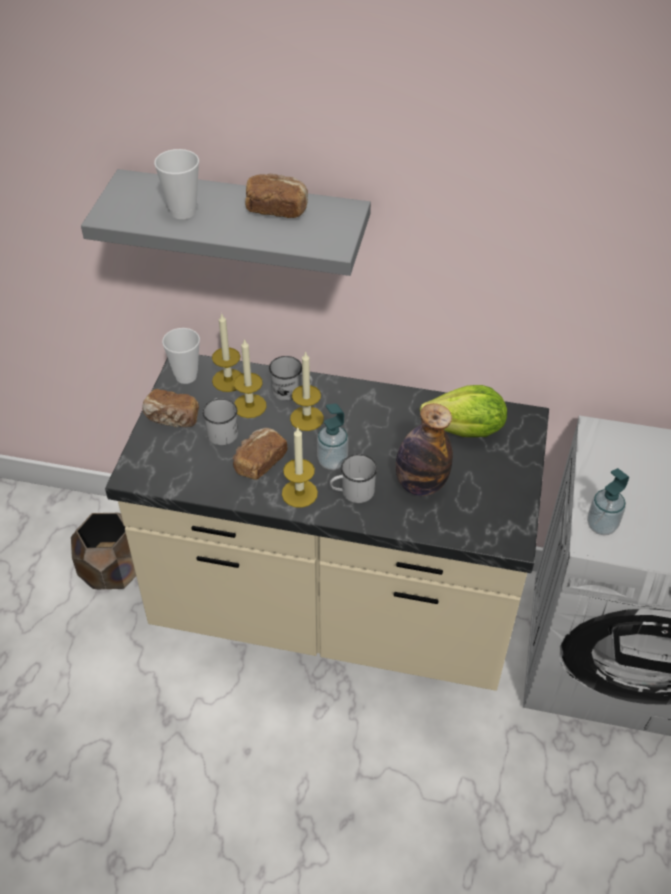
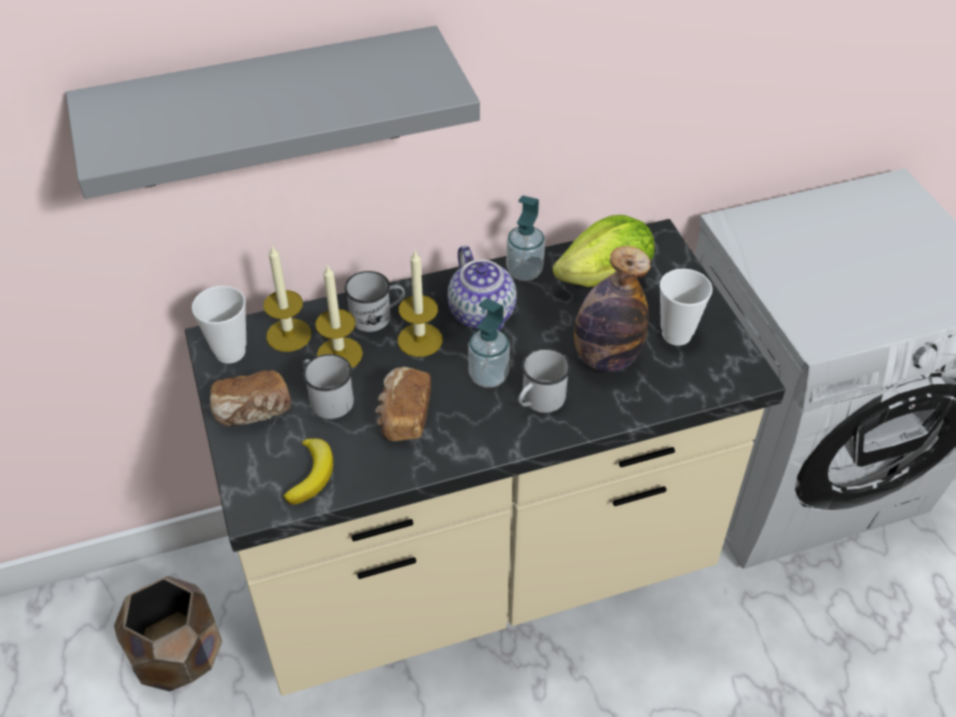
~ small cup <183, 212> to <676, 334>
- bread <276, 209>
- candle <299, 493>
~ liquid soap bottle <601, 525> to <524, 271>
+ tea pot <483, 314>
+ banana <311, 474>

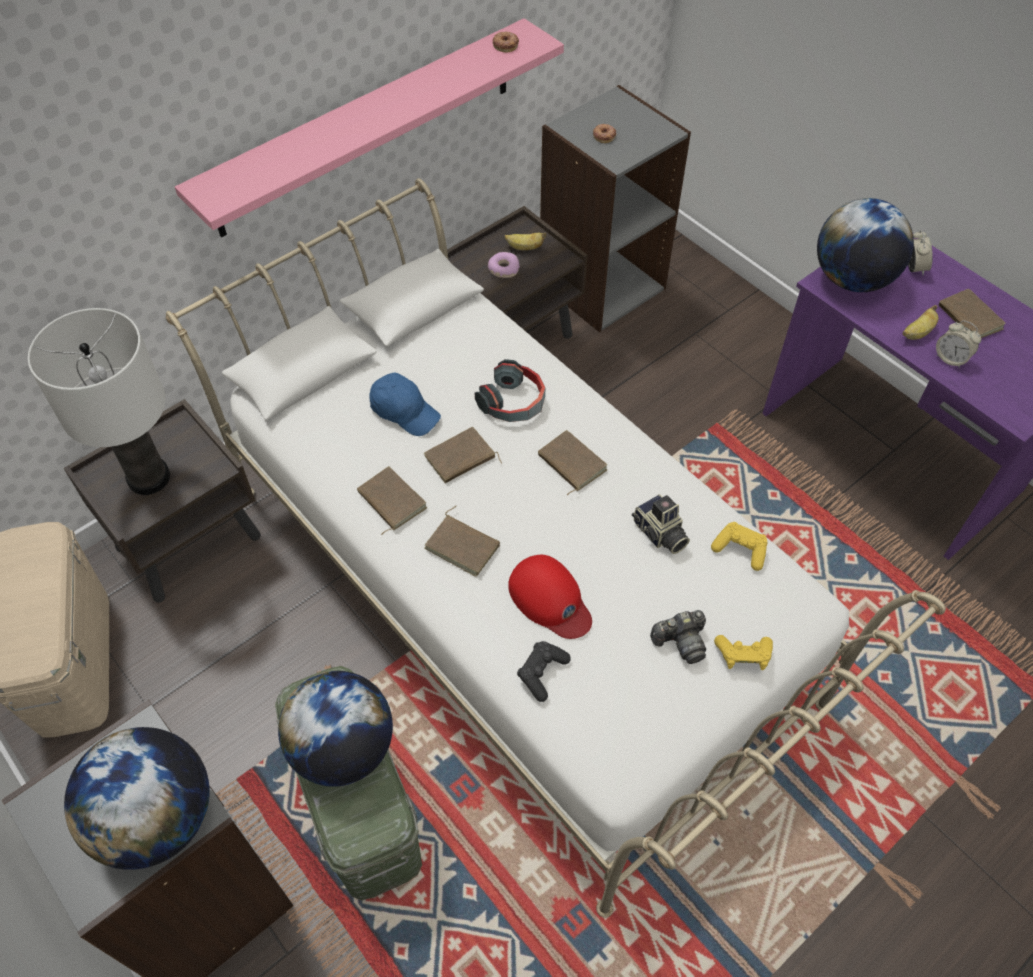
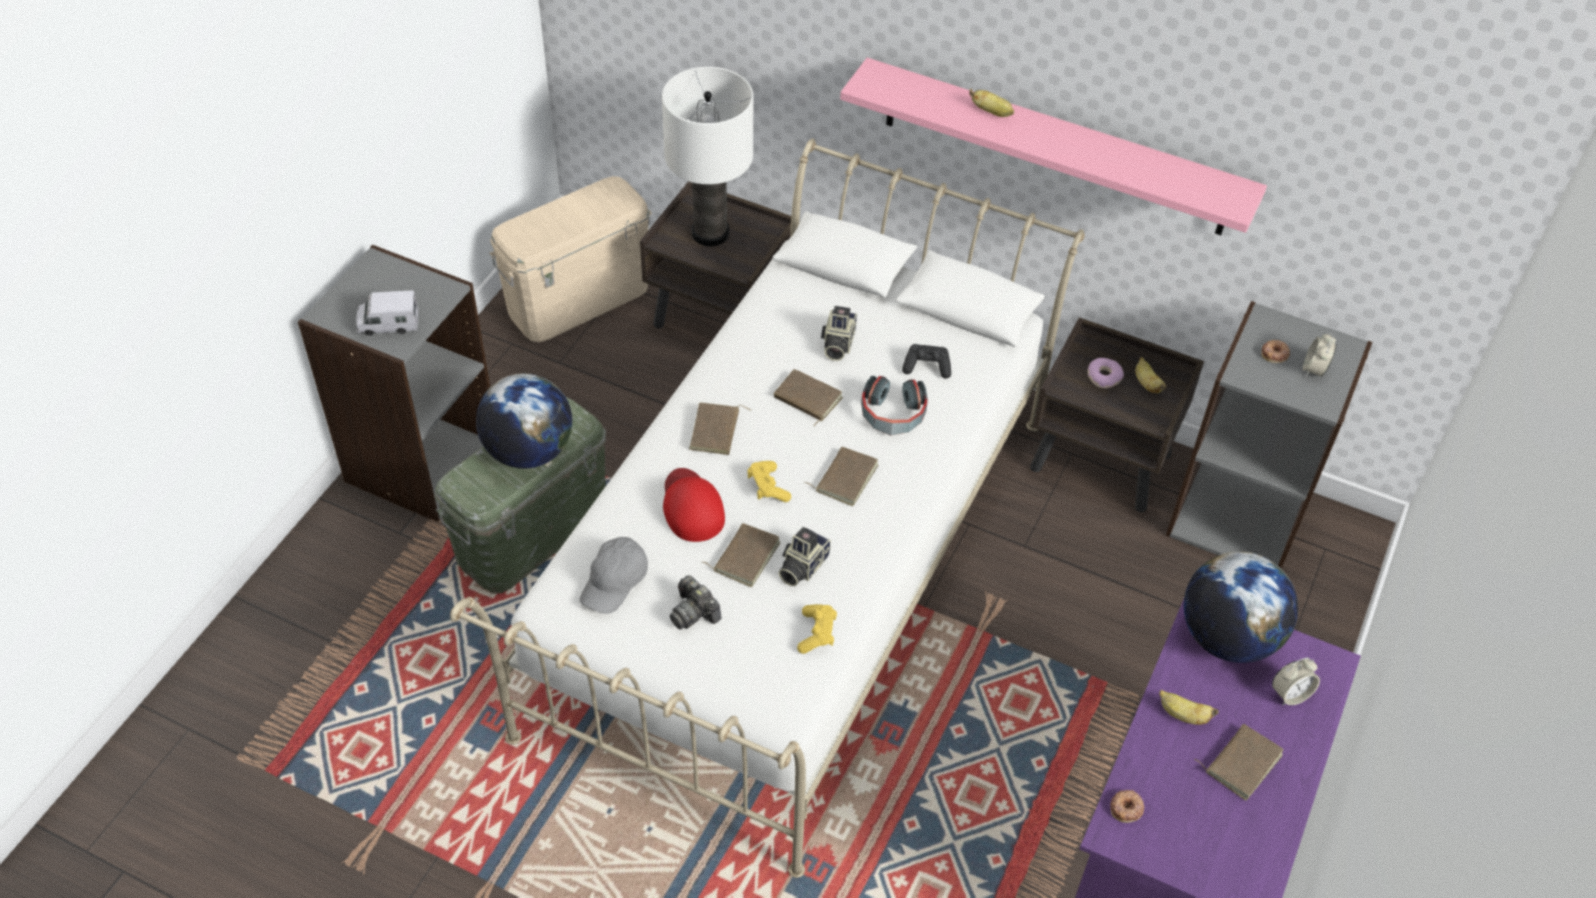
~ ring doughnut <505, 44> to <1126, 808>
~ alarm clock <951, 358> to <1314, 369>
~ blue-coloured peaked cap <404, 411> to still camera <837, 344>
~ brownish book <390, 501> to <745, 556>
~ reddish peaked cap <550, 599> = <691, 507> 135 degrees clockwise
~ yellowish joypad <743, 656> to <768, 487>
~ black joypad <542, 673> to <927, 367>
~ world globe <157, 817> to toy truck <388, 324>
+ banana <992, 112>
+ gray peaked cap <615, 582>

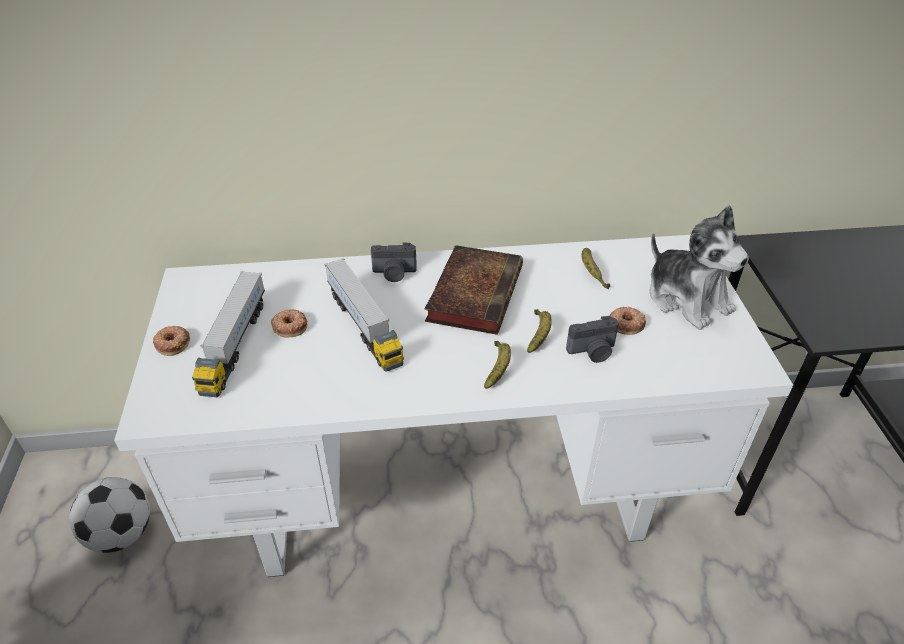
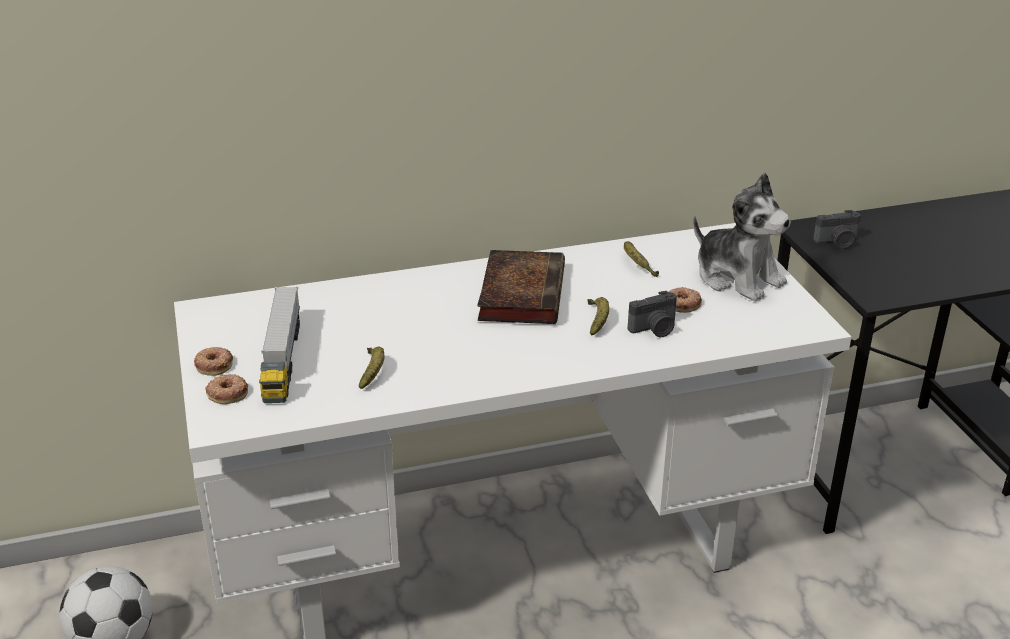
~ still camera <394, 273> to <837, 242>
- toy truck <364, 326>
~ ring doughnut <290, 326> to <227, 393>
~ banana <498, 368> to <373, 372>

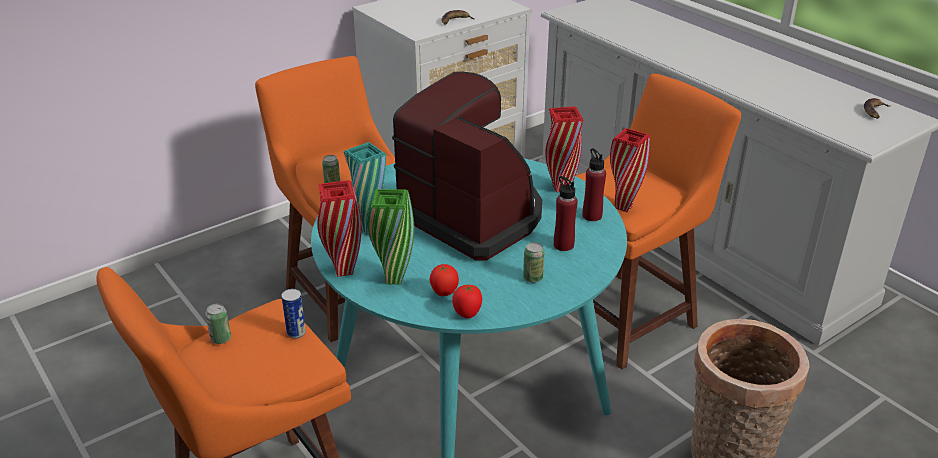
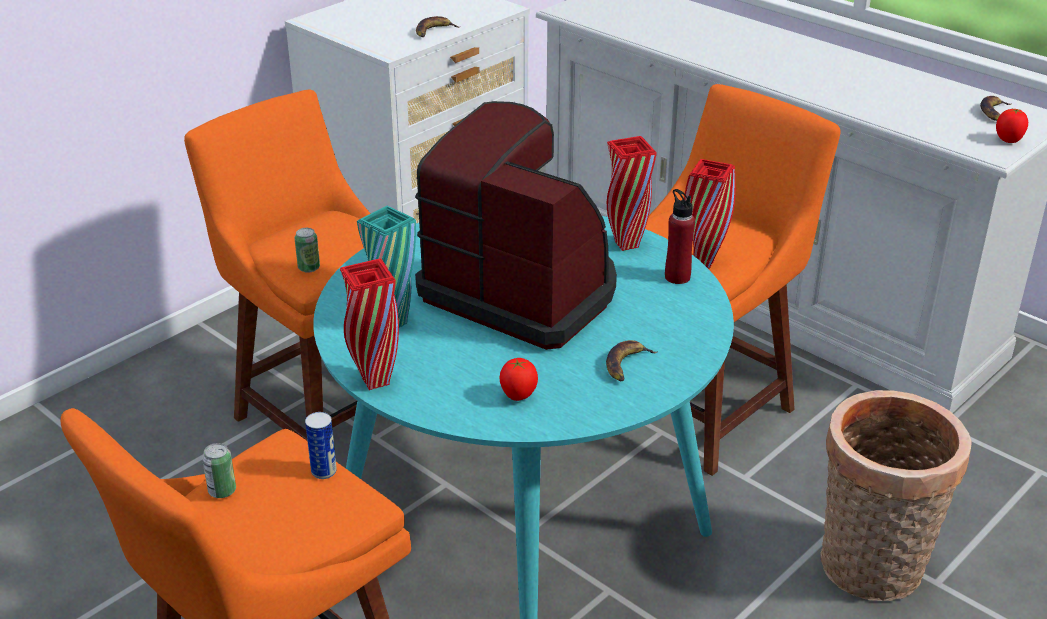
- reddish beverage bottle <563, 245>
- greenish decorative vase <394, 279>
~ metal can <533, 278> to banana <626, 364>
~ whole tomato <467, 314> to <1008, 141>

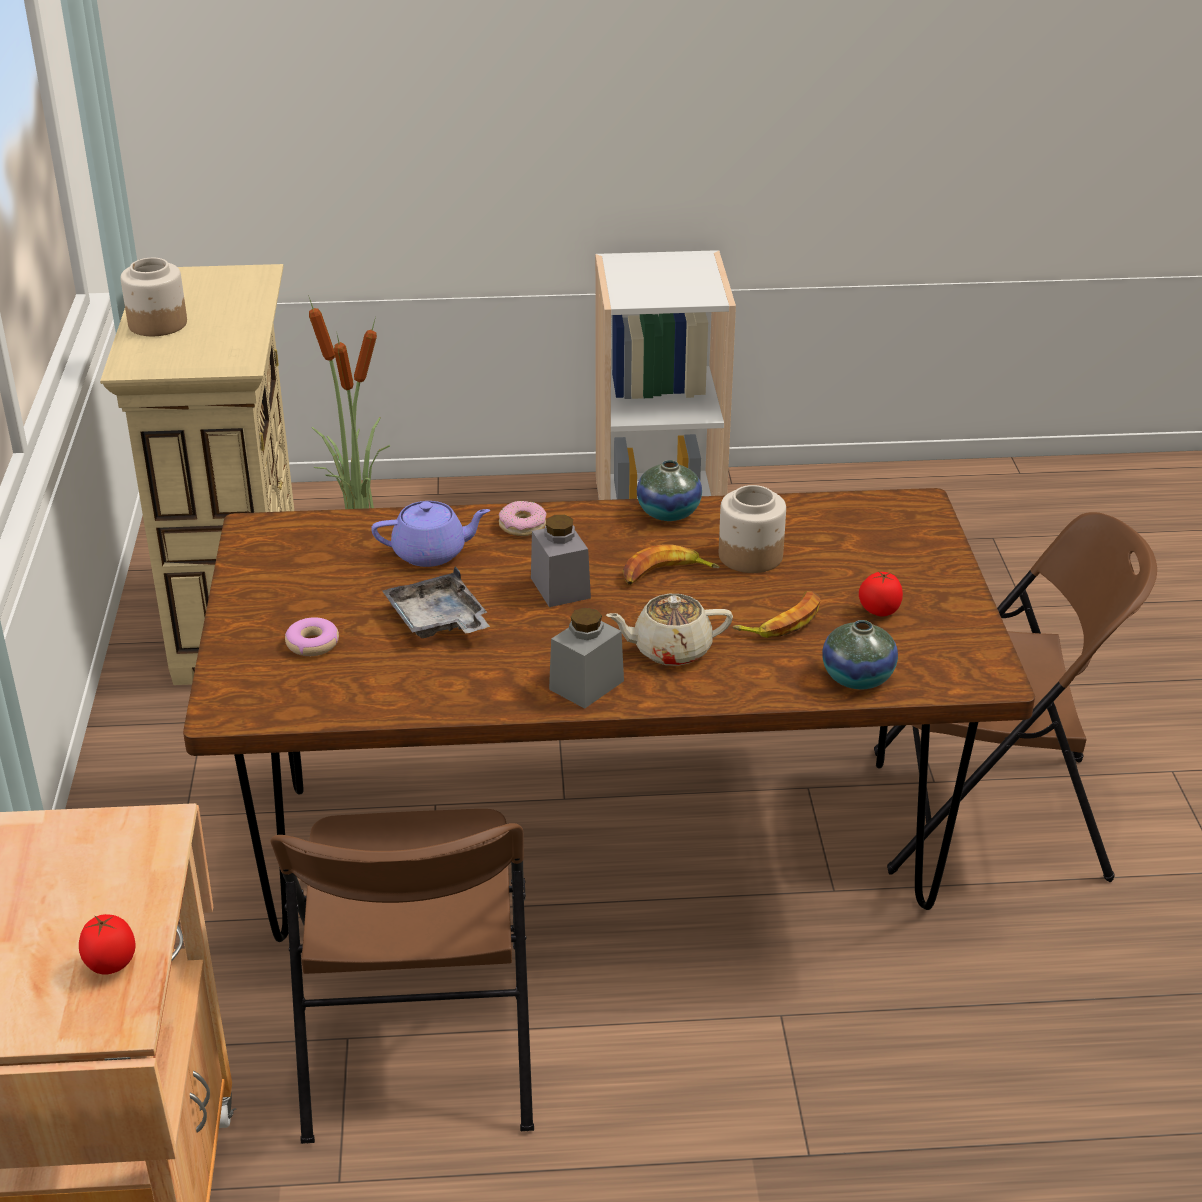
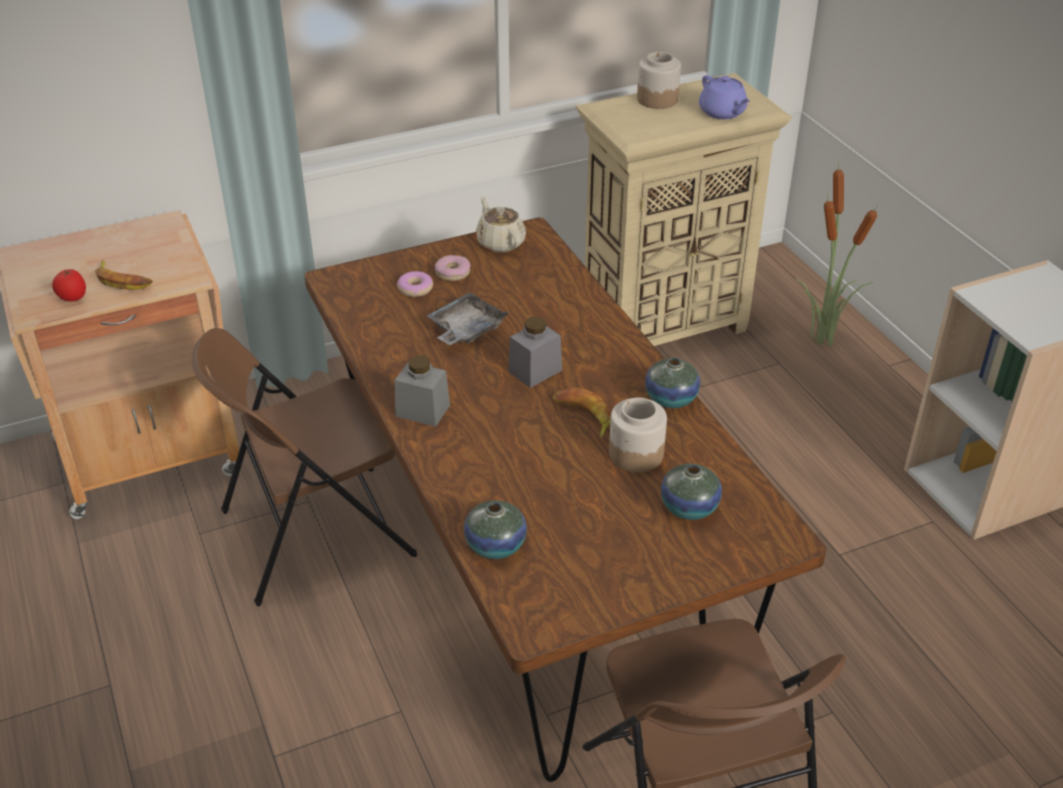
~ purple-coloured tea pot <431, 553> to <722, 113>
~ ring doughnut <522, 525> to <453, 273>
- whole tomato <878, 611>
~ banana <782, 621> to <123, 280>
~ beige-coloured tea pot <670, 650> to <500, 242>
+ decorative vase <689, 507>

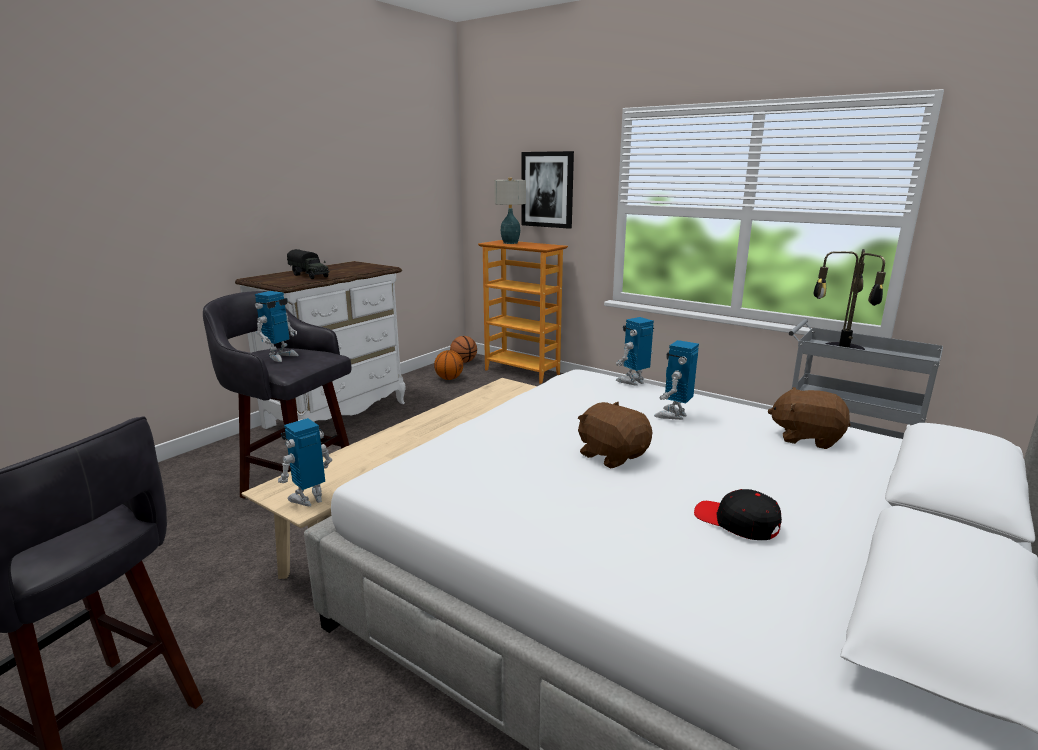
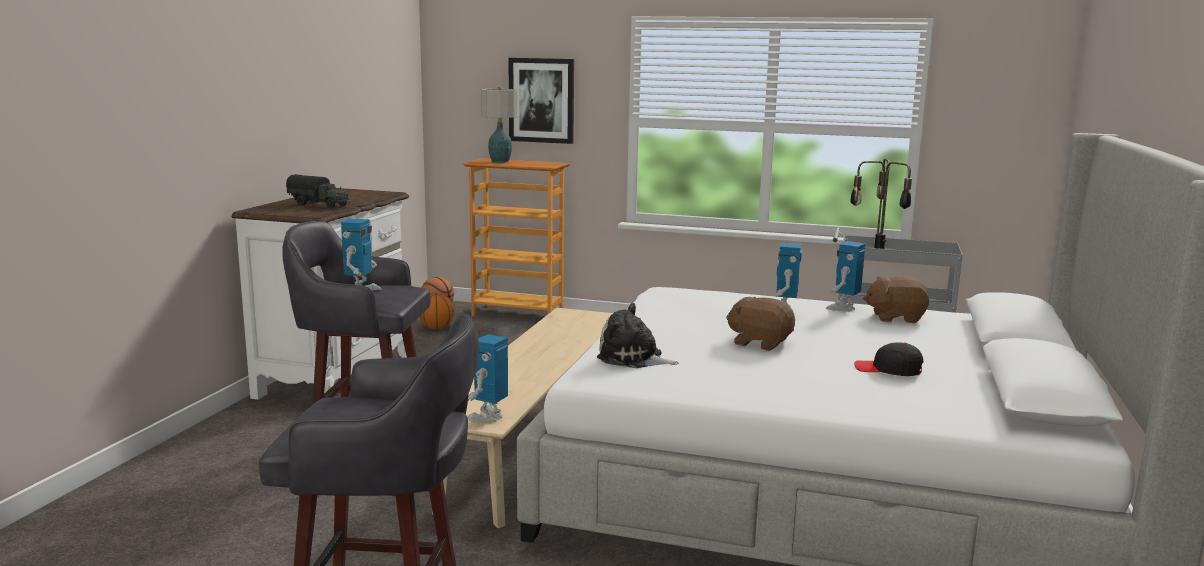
~ robot figure <633, 381> to <843, 308>
+ cuddly toy <633, 358>

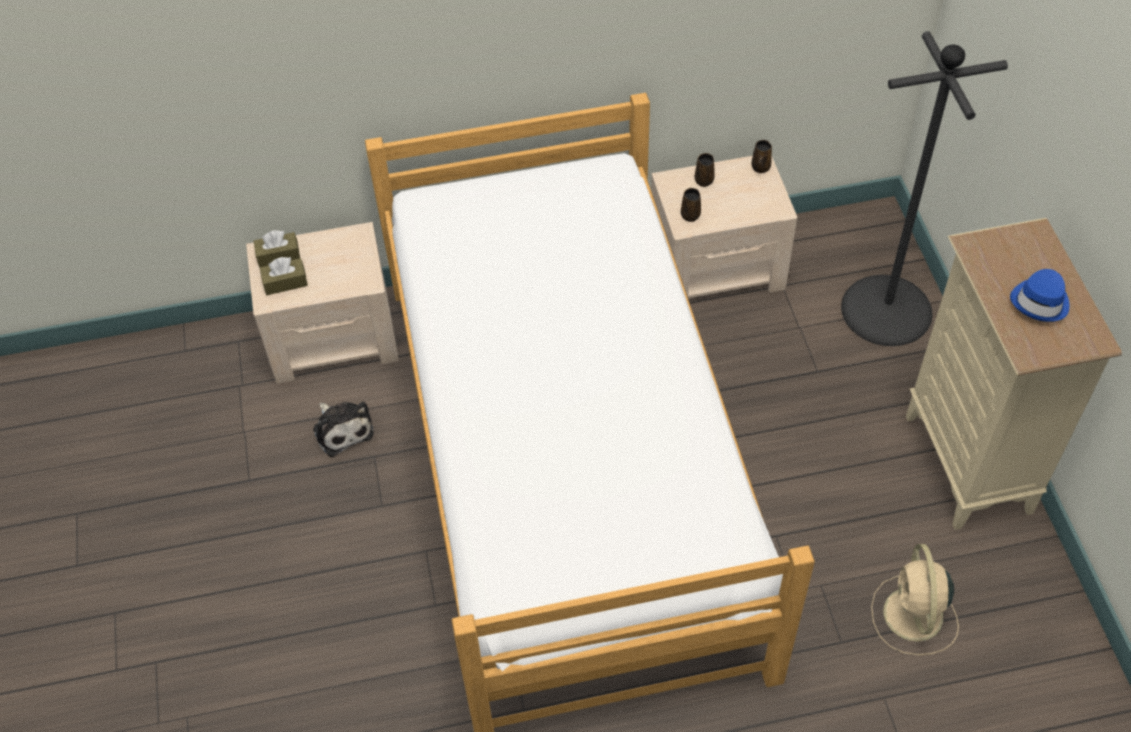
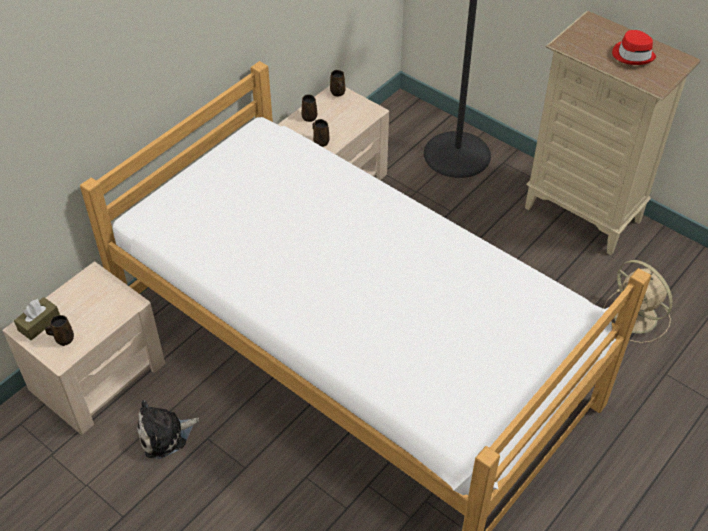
~ brownish tissue box <285, 282> to brownish mug <63, 339>
~ blue-coloured hat <1040, 302> to reddish hat <633, 55>
~ cuddly toy <342, 429> = <165, 435> 135 degrees clockwise

